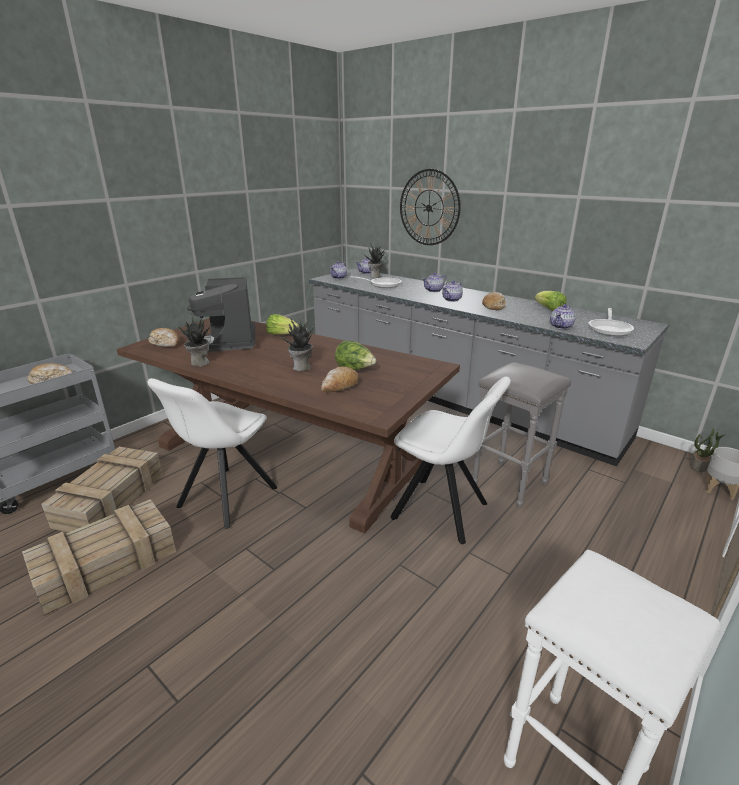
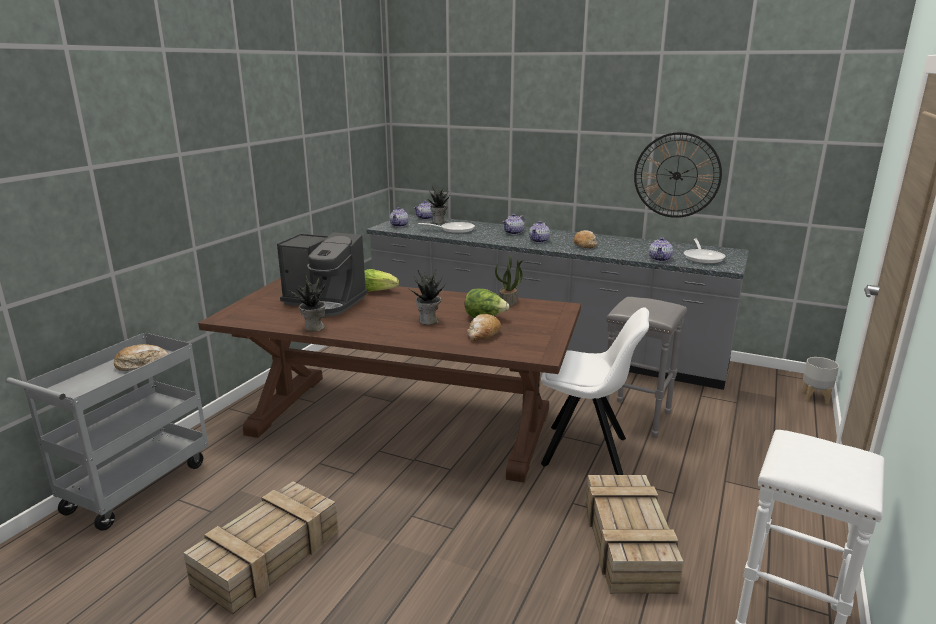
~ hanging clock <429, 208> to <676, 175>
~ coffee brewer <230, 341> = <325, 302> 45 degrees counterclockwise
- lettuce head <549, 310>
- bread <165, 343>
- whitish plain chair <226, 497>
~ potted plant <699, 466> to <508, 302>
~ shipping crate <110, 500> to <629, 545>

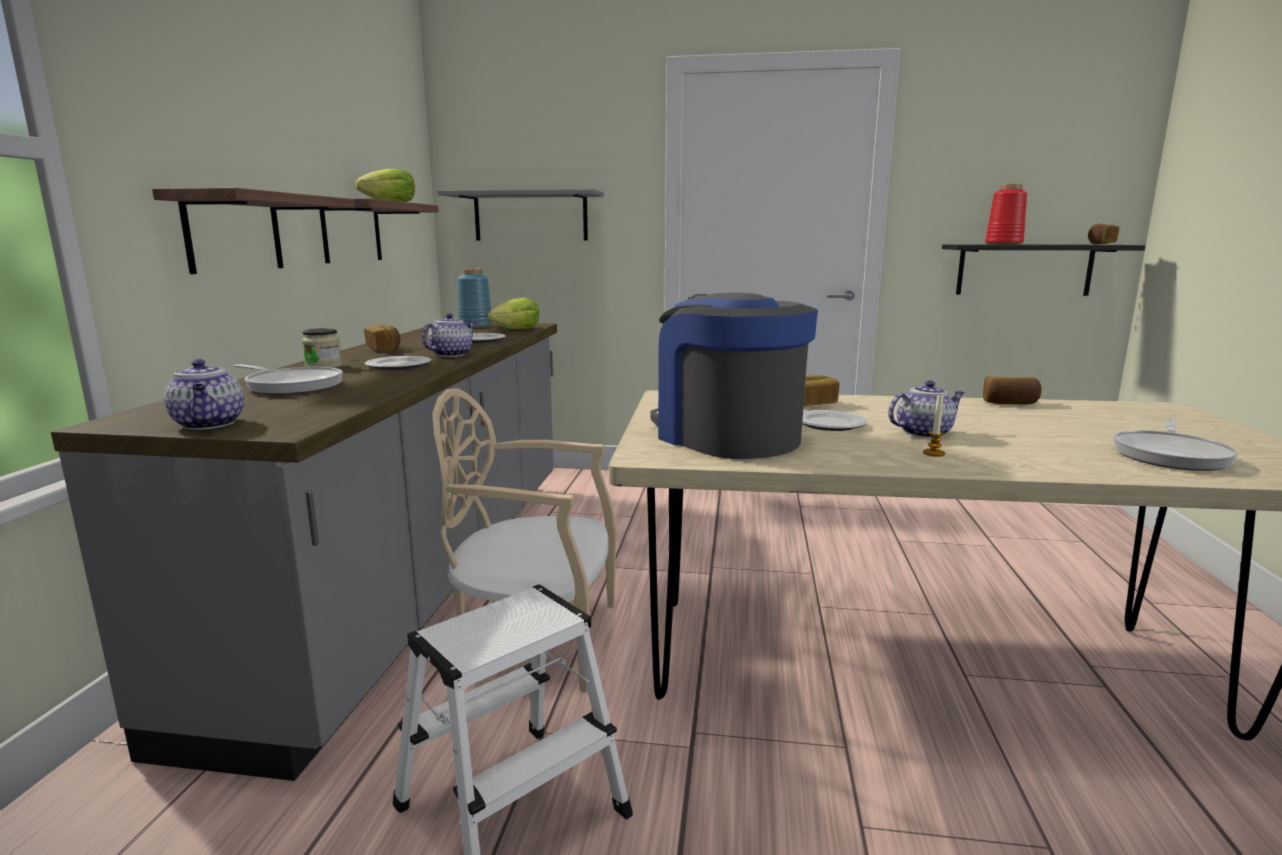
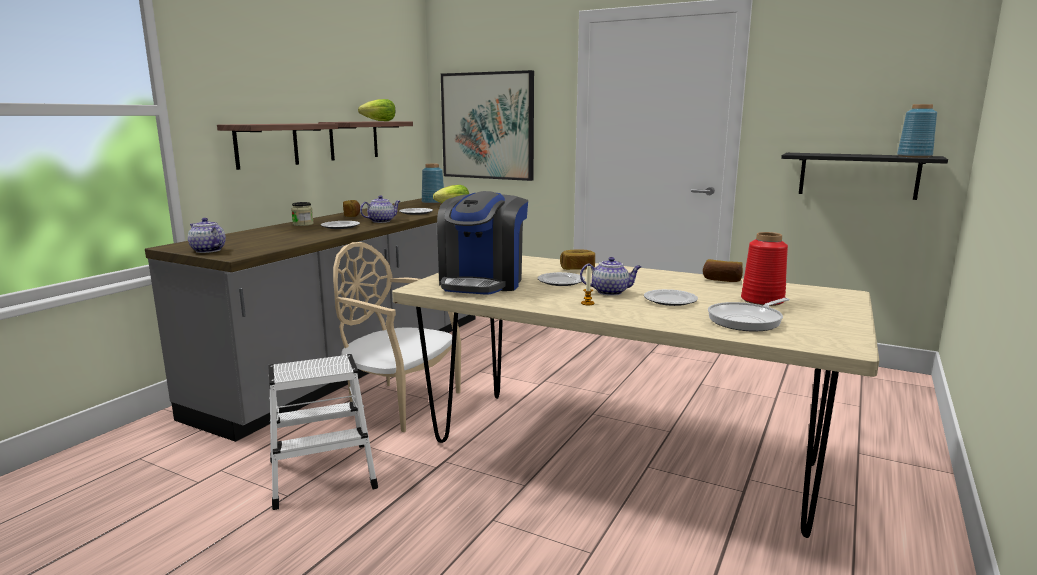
~ reddish decorative vase <1003, 244> to <761, 300>
~ gray wall shelf <530, 216> to wall picture <487, 126>
~ bread <1100, 244> to blue-coloured decorative vase <915, 156>
~ coffee brewer <726, 436> = <483, 282> 150 degrees counterclockwise
~ tea pot <210, 424> = <207, 250> 135 degrees clockwise
- frying pan <292, 386>
+ flat dish <670, 300>

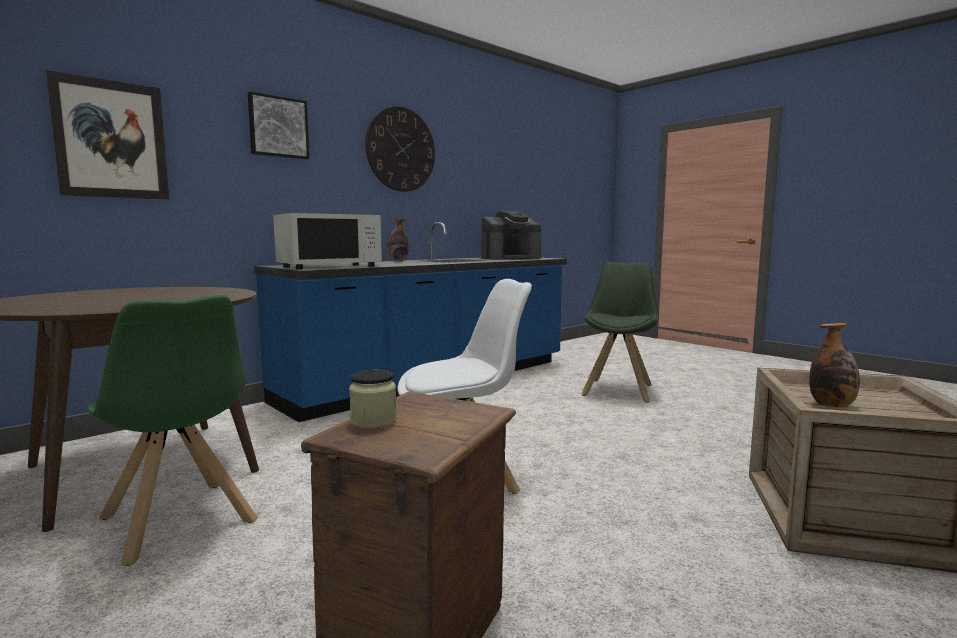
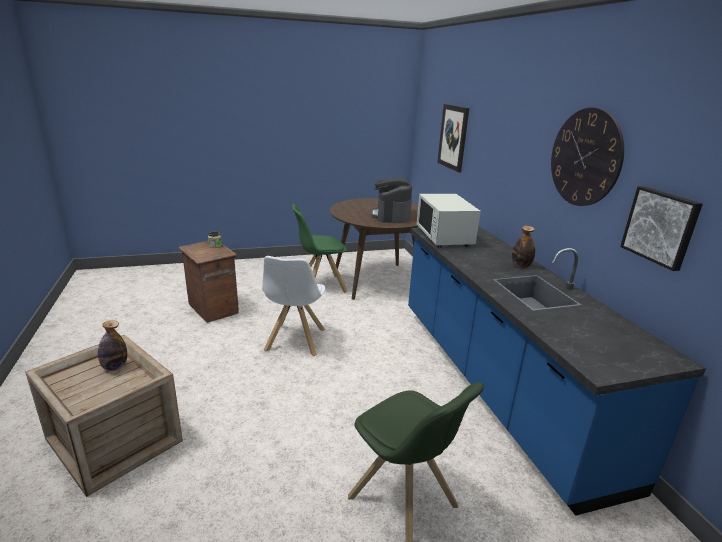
~ wall picture <278, 127> to <661, 226>
~ coffee brewer <510, 258> to <391, 216>

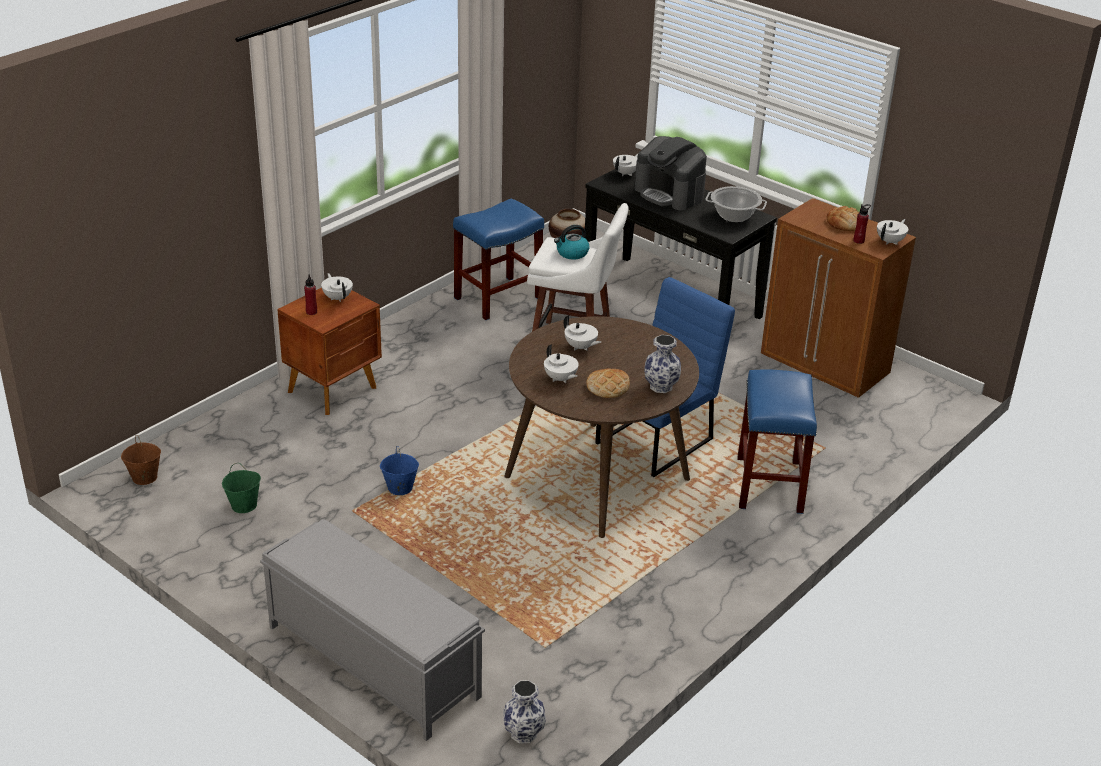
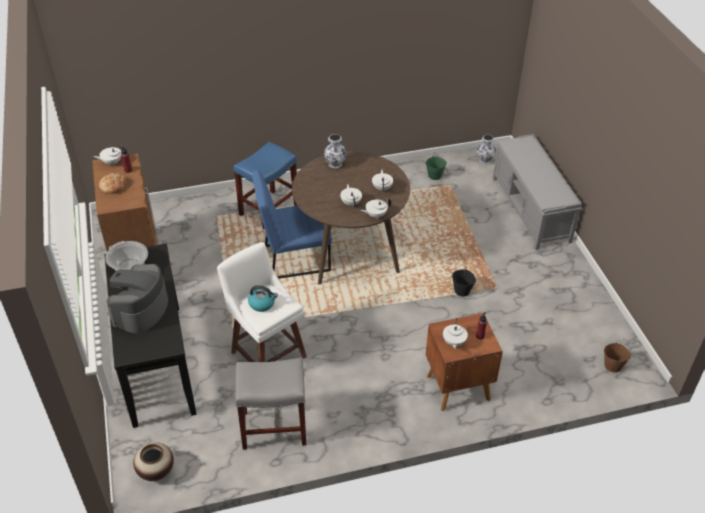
~ coffee brewer <669, 194> = <140, 310> 150 degrees counterclockwise
~ whitish tea pot <626, 173> to <375, 215>
~ blue-coloured stool <498, 298> to gray stool <273, 428>
- bread <608, 387>
~ blue-coloured bucket <399, 488> to black bucket <462, 291>
~ greenish bucket <244, 505> to <434, 176>

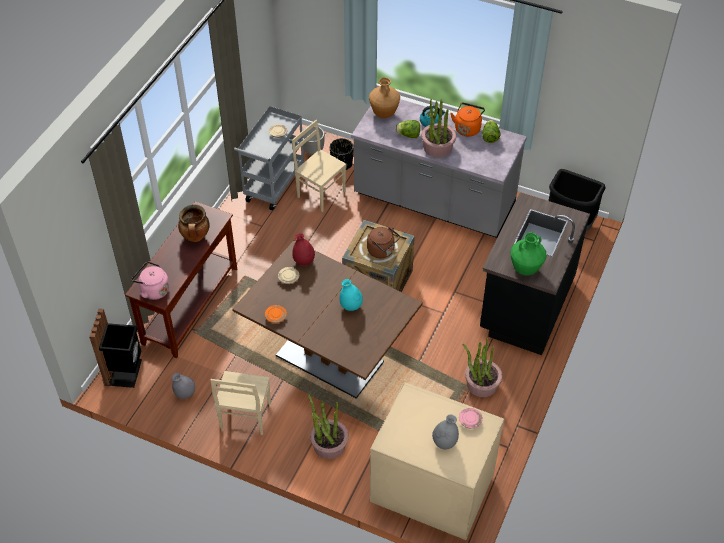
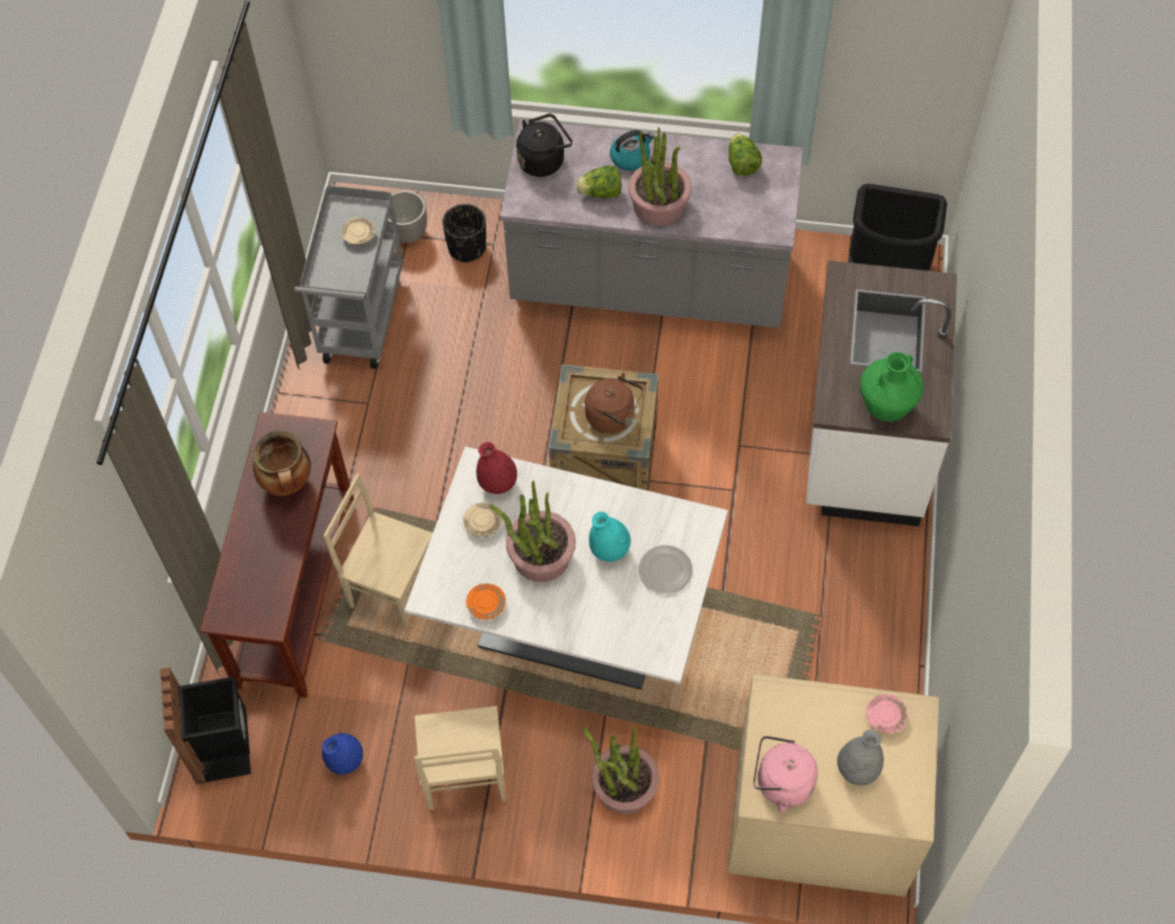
~ brownish decorative vase <384, 114> to black tea kettle <543, 160>
- orangey tea kettle <467, 128>
~ beige-coloured plain chair <321, 193> to <393, 586>
~ black kitchen counter <525, 305> to whitish kitchen counter <863, 441>
~ brownish kitchen table <329, 359> to whitish kitchen table <571, 628>
~ pink-coloured tea kettle <153, 290> to <780, 783>
~ potted plant <481, 384> to <540, 556>
~ gray decorative vase <185, 393> to blue-coloured decorative vase <345, 761>
+ flat dish <666, 571>

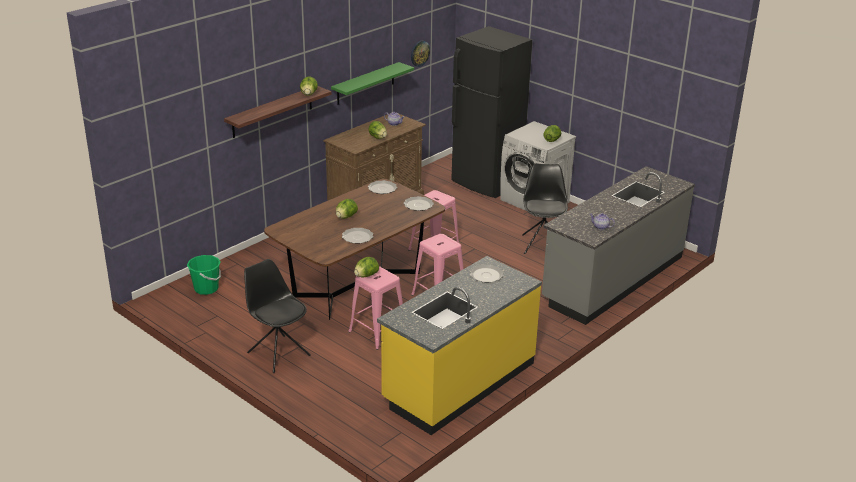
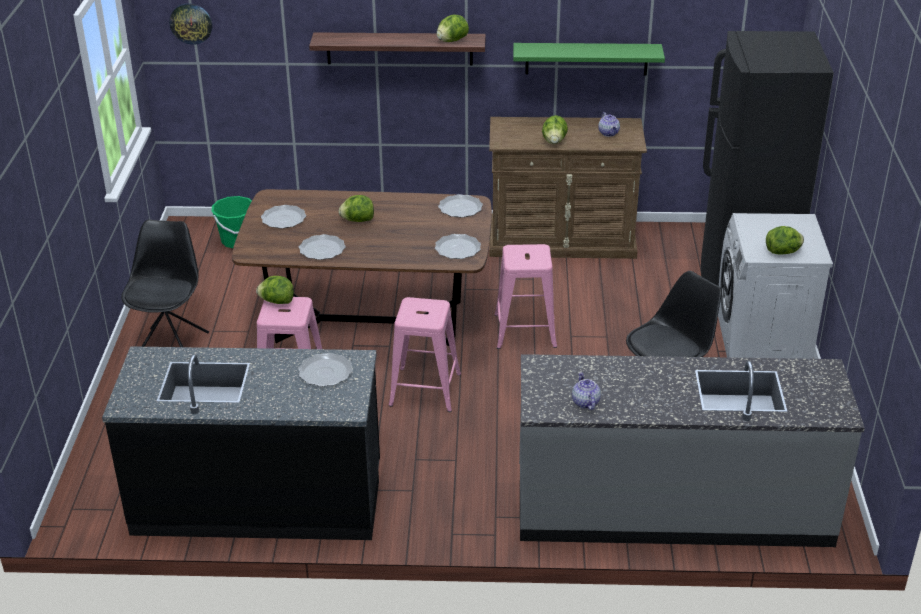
~ hanging clock <419, 53> to <191, 23>
~ yellowish kitchen counter <458, 382> to black kitchen counter <258, 500>
+ flat dish <283, 219>

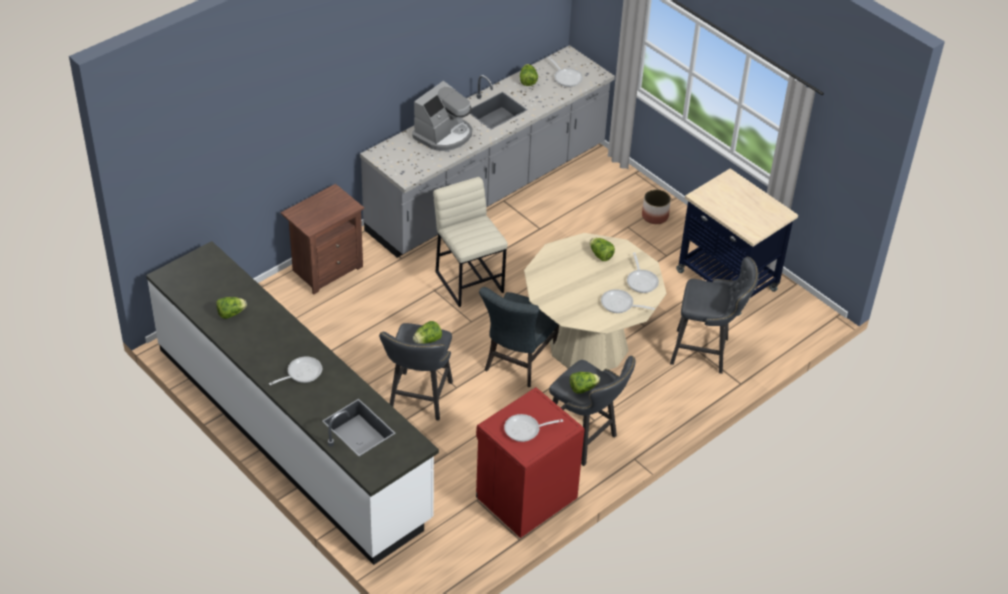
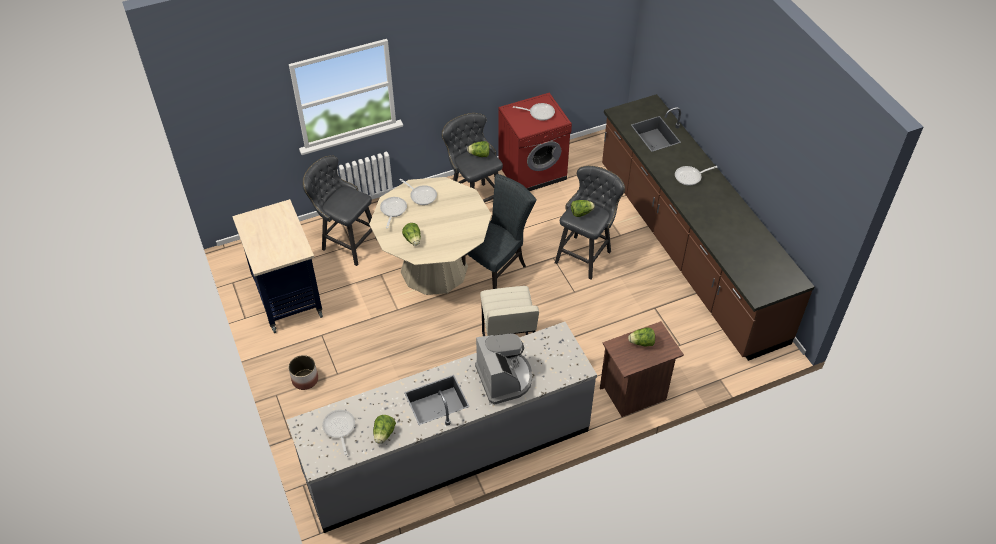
~ coffee brewer <443, 135> = <504, 378> 105 degrees clockwise
~ whitish kitchen counter <292, 432> to brownish kitchen counter <688, 251>
~ lettuce head <231, 313> to <641, 343>

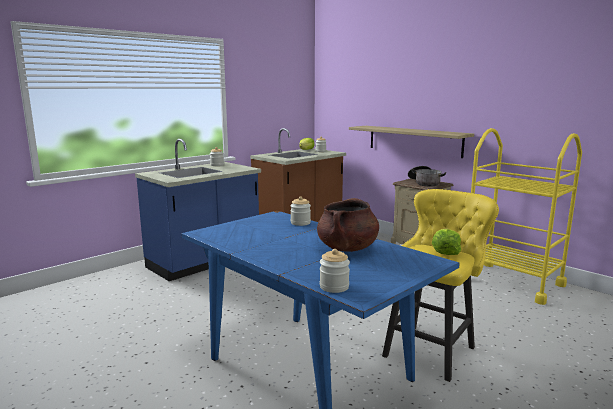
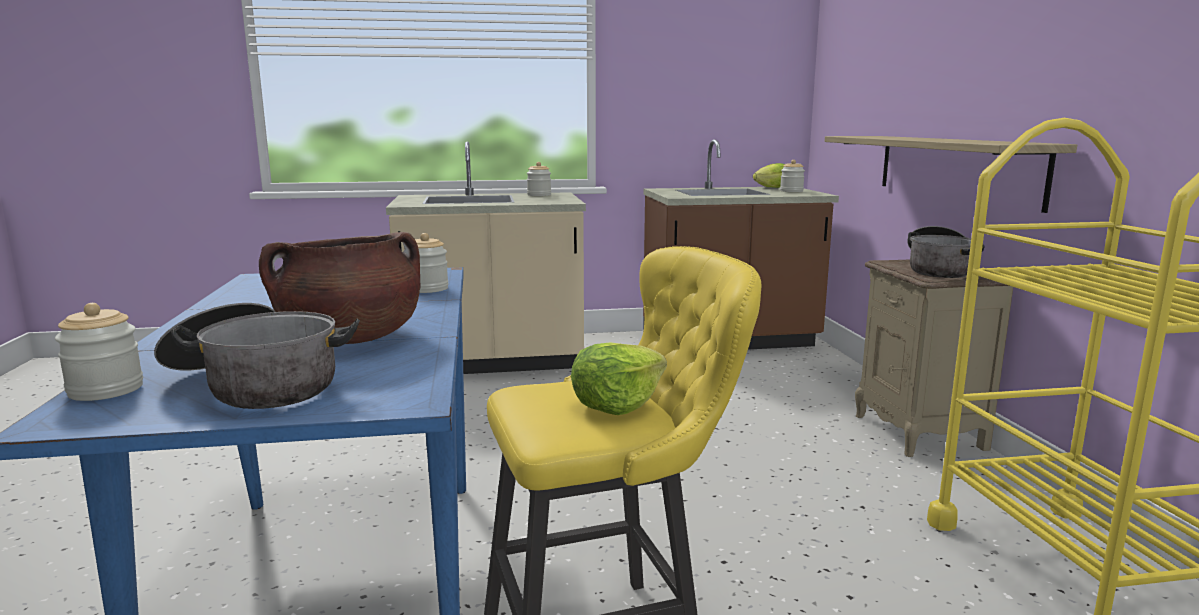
~ blue-coloured kitchen counter <205, 262> to beige-coloured kitchen counter <493, 362>
+ saucepot <257, 385>

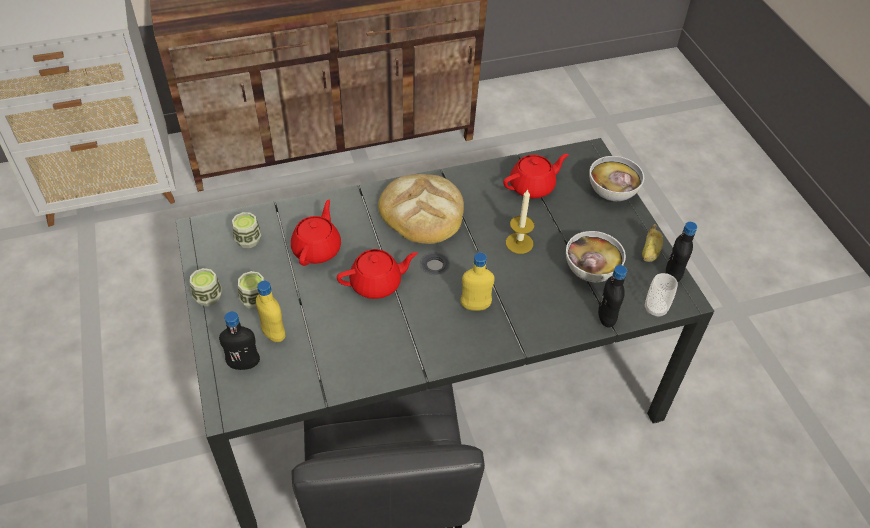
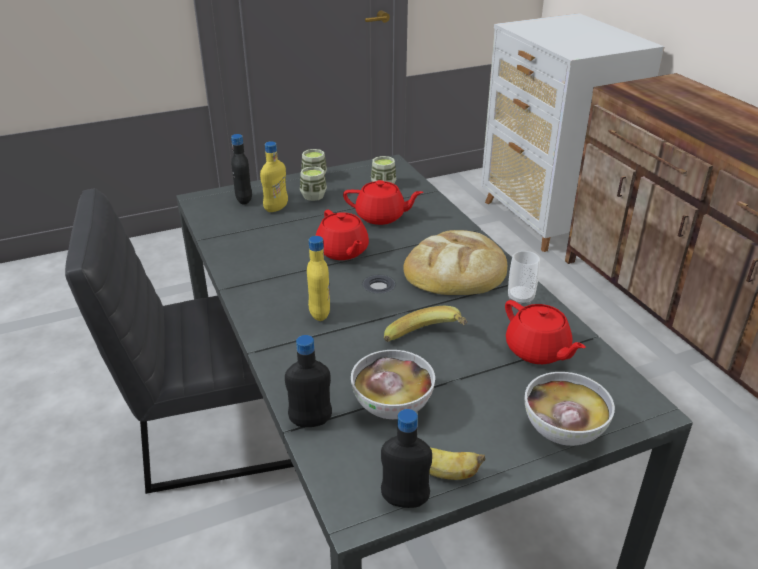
~ candle <519, 243> to banana <427, 342>
~ small cup <655, 309> to <520, 298>

